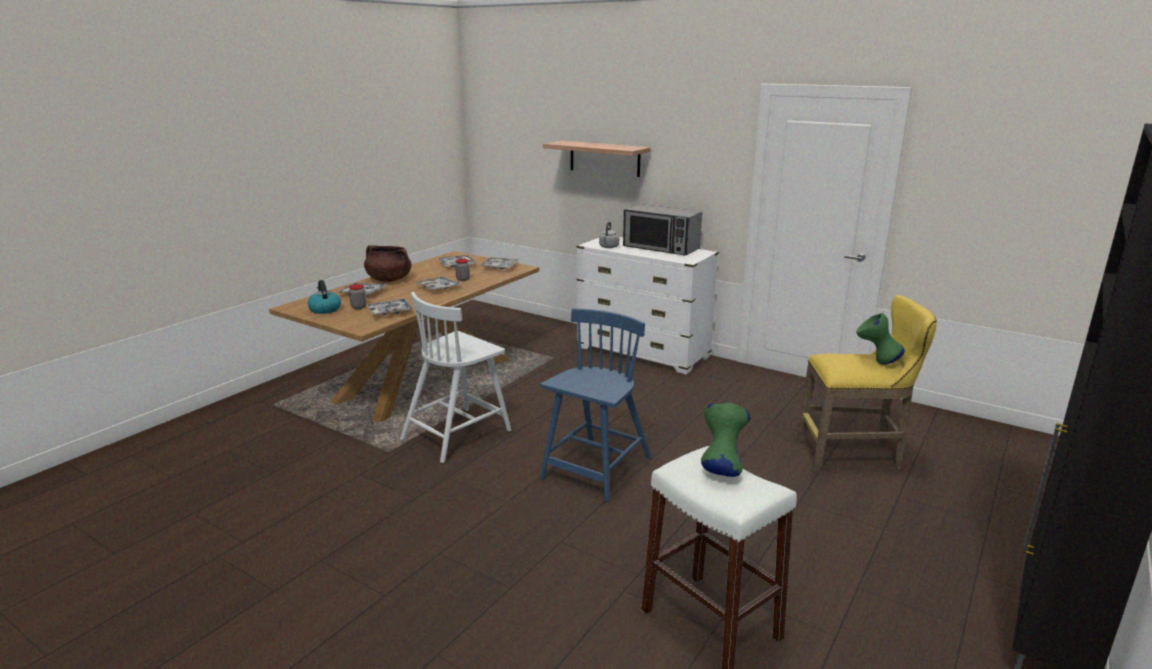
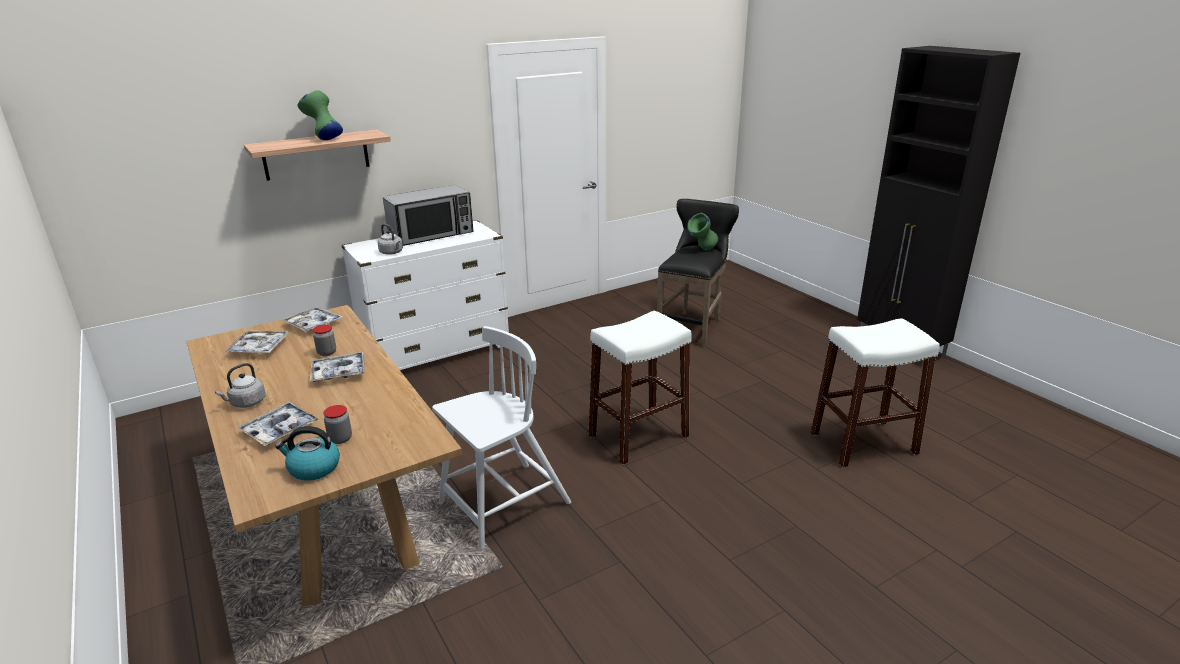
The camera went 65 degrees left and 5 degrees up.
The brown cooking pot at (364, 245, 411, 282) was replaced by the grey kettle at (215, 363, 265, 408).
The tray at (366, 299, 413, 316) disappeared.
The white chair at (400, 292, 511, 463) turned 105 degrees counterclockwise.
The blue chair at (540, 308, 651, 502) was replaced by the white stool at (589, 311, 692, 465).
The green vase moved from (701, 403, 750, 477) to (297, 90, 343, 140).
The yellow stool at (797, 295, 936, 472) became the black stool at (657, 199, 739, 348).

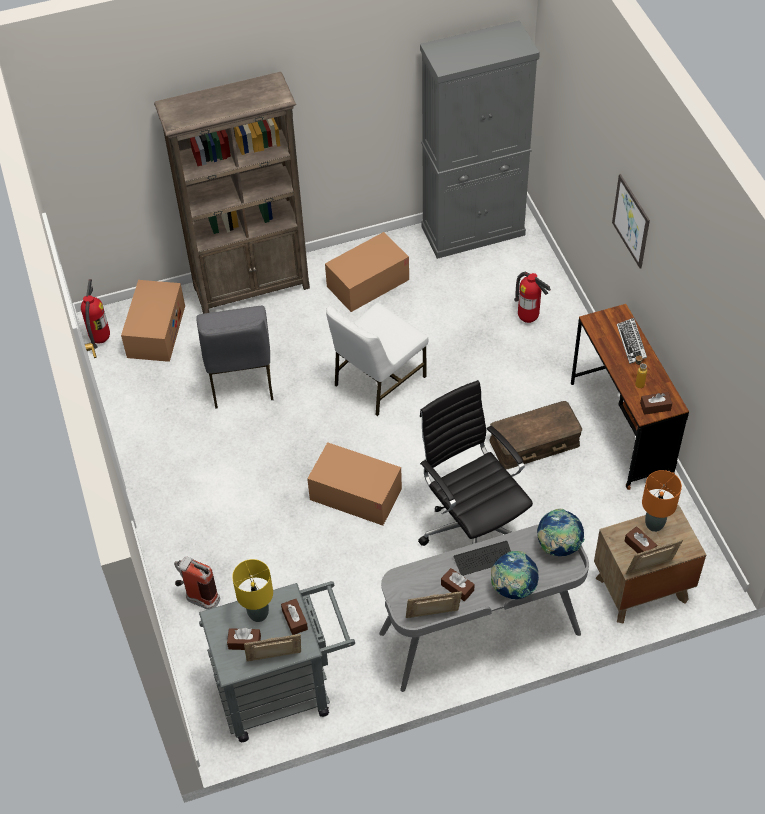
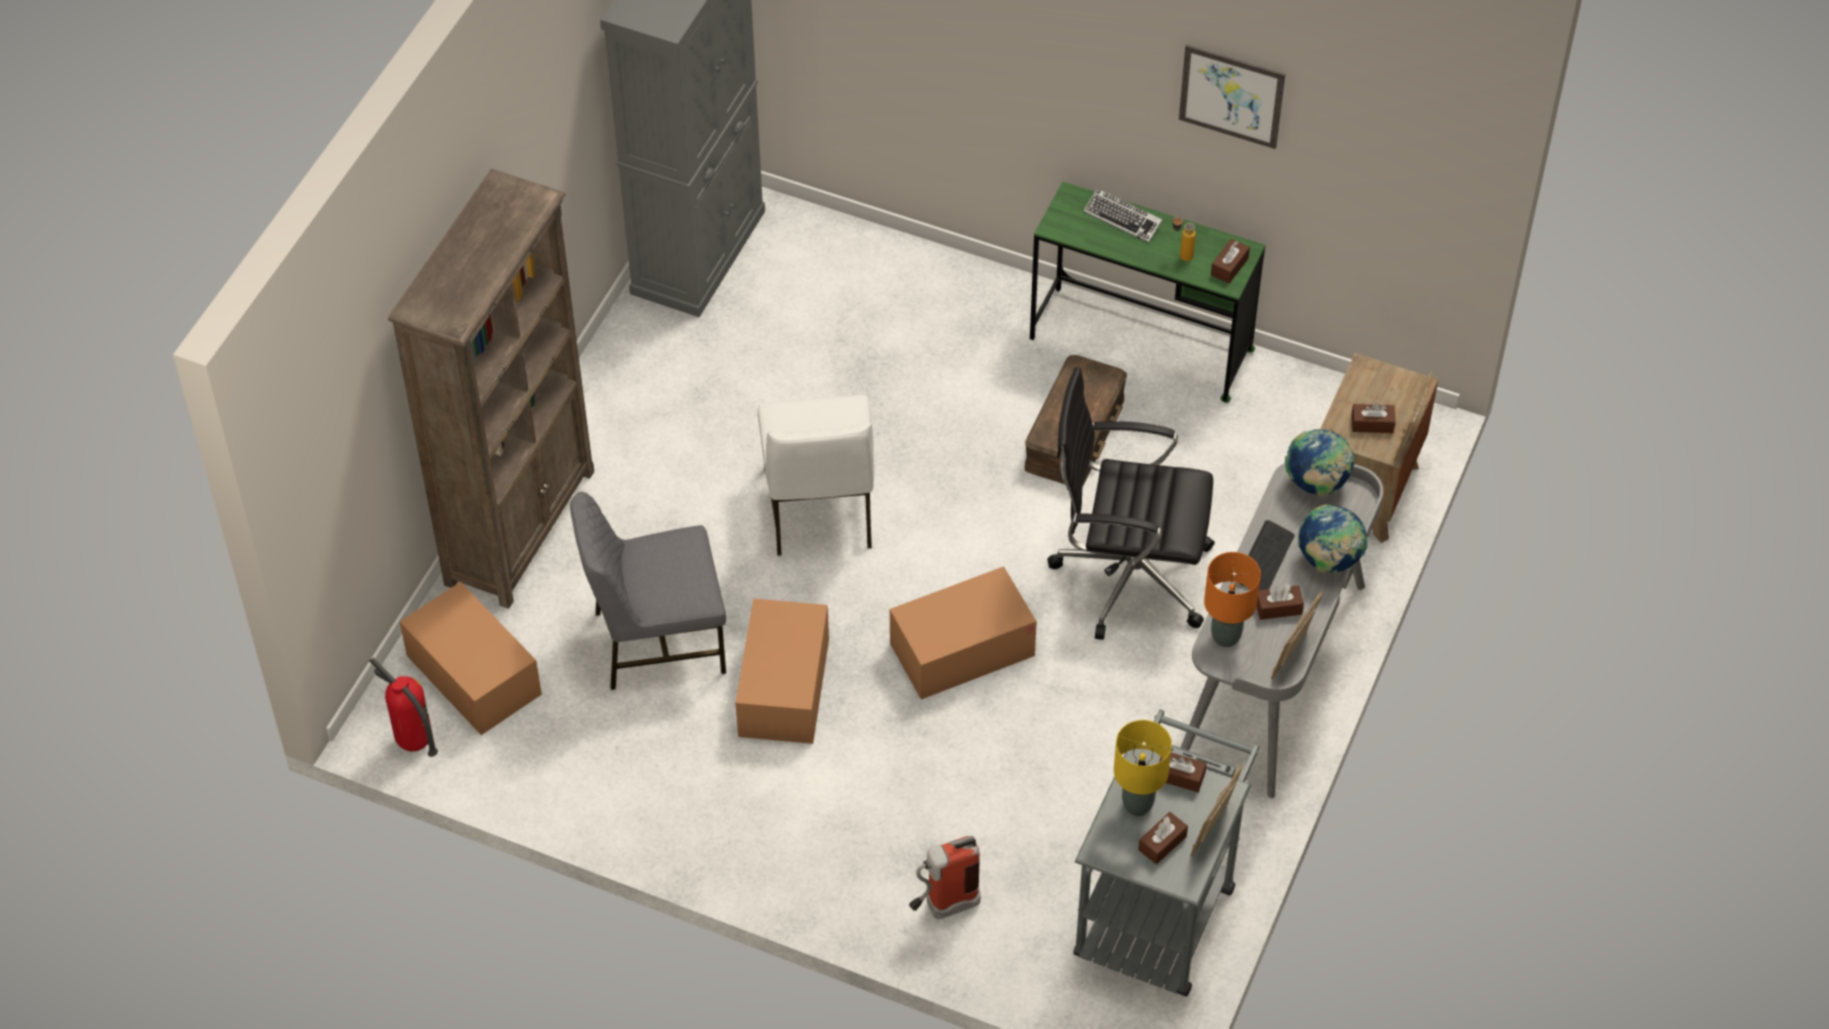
The camera went 50 degrees left and 0 degrees up.
The grey chair at (196, 306, 273, 409) turned 135 degrees clockwise.
The cardboard box moved from (325, 232, 409, 312) to (736, 598, 829, 744).
The fire extinguisher at (514, 272, 551, 323) disappeared.
The brown desk at (571, 304, 689, 490) became the green desk at (1030, 182, 1265, 403).
The picture moved from (612, 174, 650, 269) to (1179, 44, 1285, 149).
The orange table lamp moved from (642, 470, 682, 532) to (1204, 552, 1261, 647).

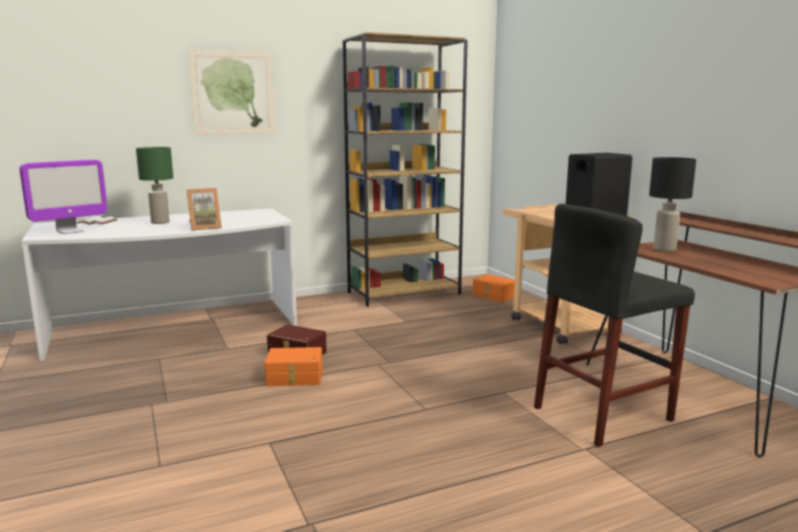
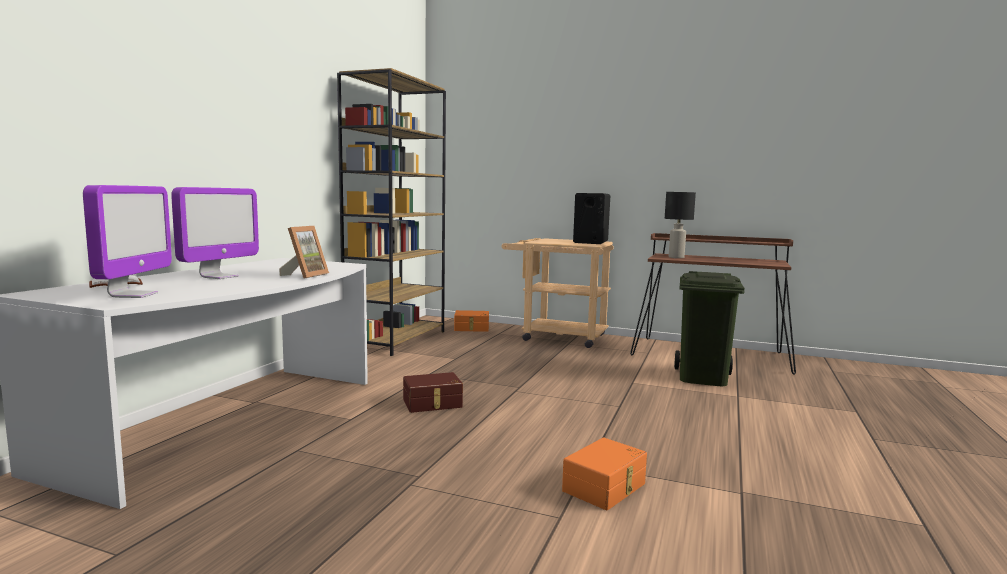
The camera went 45 degrees left and 5 degrees down.
The green table lamp at (136, 147, 173, 224) was replaced by the monitor at (171, 187, 259, 279).
The picture at (188, 49, 275, 135) disappeared.
The orange storage box moved from (264, 347, 322, 386) to (562, 437, 647, 510).
The black stool at (534, 204, 695, 447) was replaced by the green trash can at (674, 271, 745, 386).

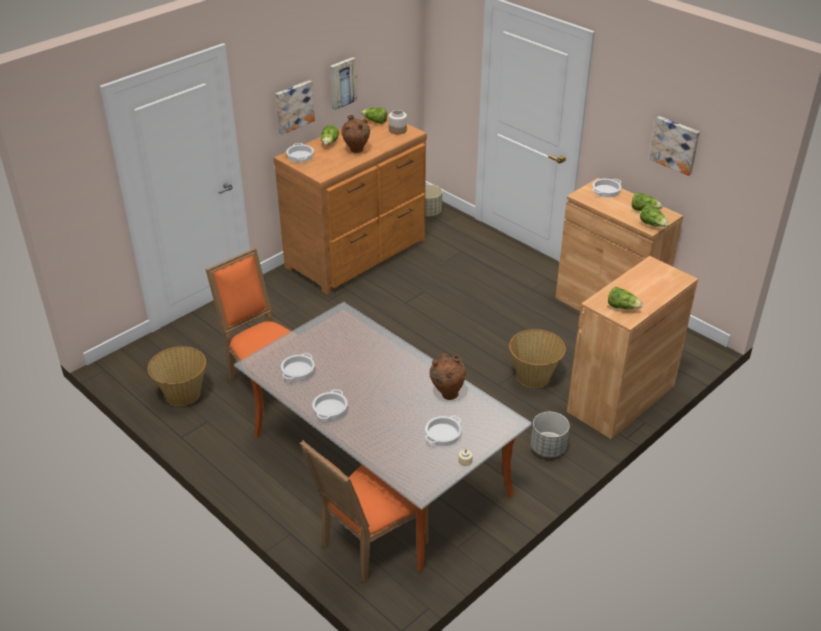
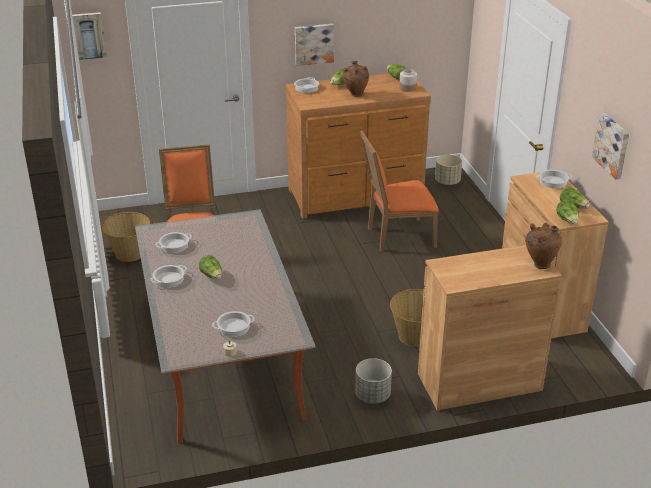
The camera went 30 degrees right and 5 degrees down.
The orange chair moved from (300, 440, 429, 583) to (360, 131, 439, 252).
The picture moved from (330, 57, 357, 110) to (72, 12, 107, 60).
The brown vase moved from (430, 353, 466, 400) to (525, 222, 562, 269).
The lettuce moved from (608, 287, 643, 309) to (199, 255, 222, 279).

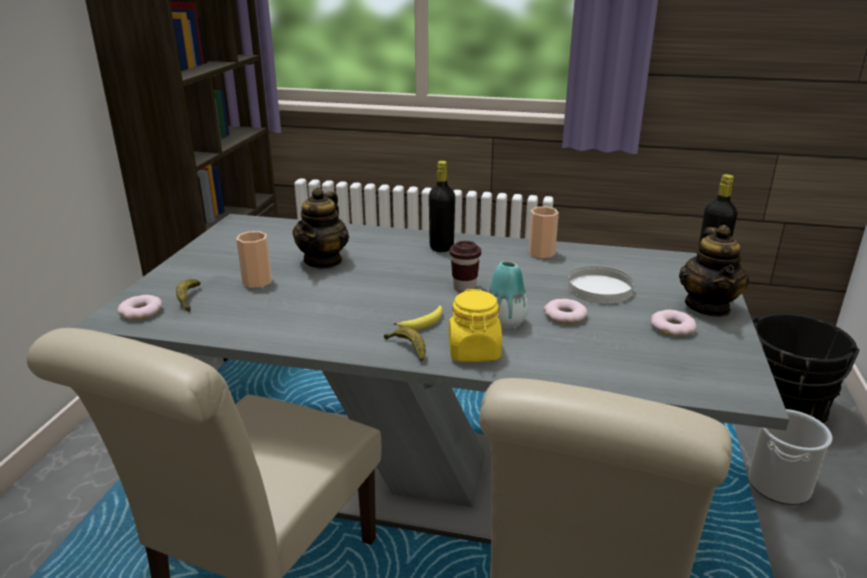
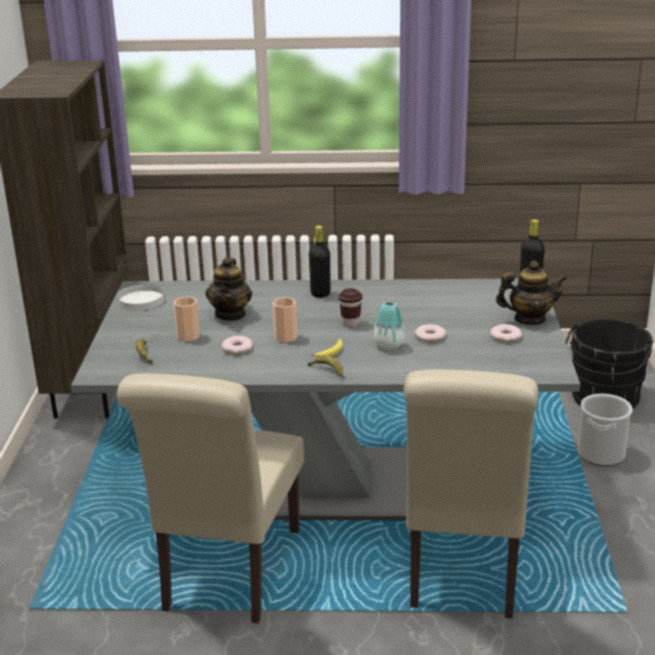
The camera went 10 degrees left and 0 degrees up.
The donut moved from (117, 295, 162, 320) to (221, 336, 253, 354).
The yellow jar at (449, 289, 502, 362) disappeared.
The cup moved from (528, 206, 559, 259) to (272, 297, 298, 343).
The white plate moved from (568, 266, 634, 304) to (117, 284, 164, 310).
The teapot at (679, 225, 749, 317) turned 90 degrees counterclockwise.

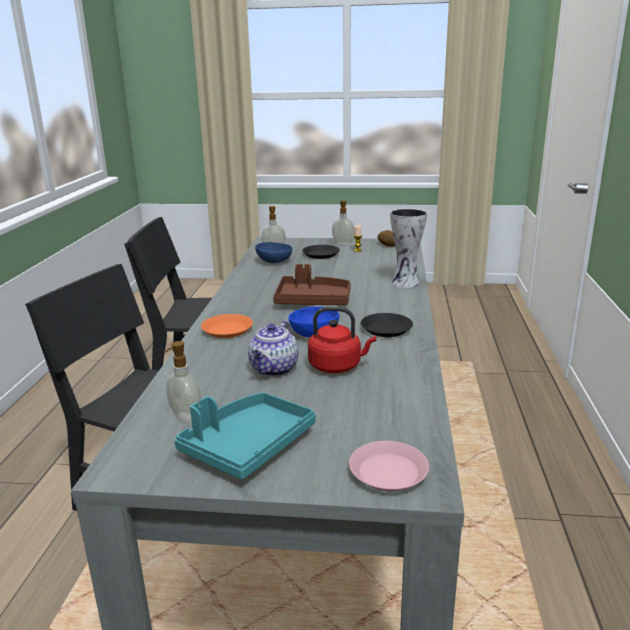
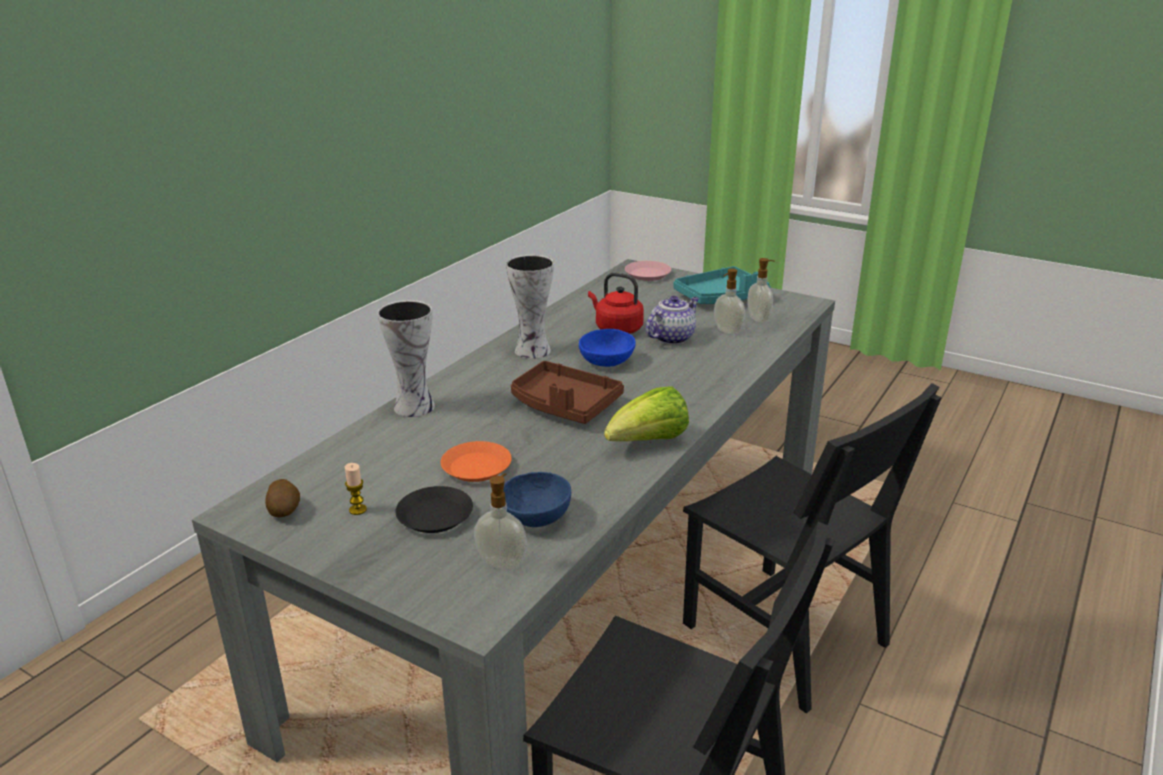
The camera went 155 degrees left and 5 degrees up.
The orange plate moved from (201, 314, 253, 338) to (441, 441, 512, 482).
The soap dispenser moved from (332, 200, 355, 245) to (714, 268, 745, 335).
The black plate at (361, 313, 413, 337) was replaced by the vase at (506, 255, 554, 359).
The lettuce at (604, 386, 689, 441) appeared.

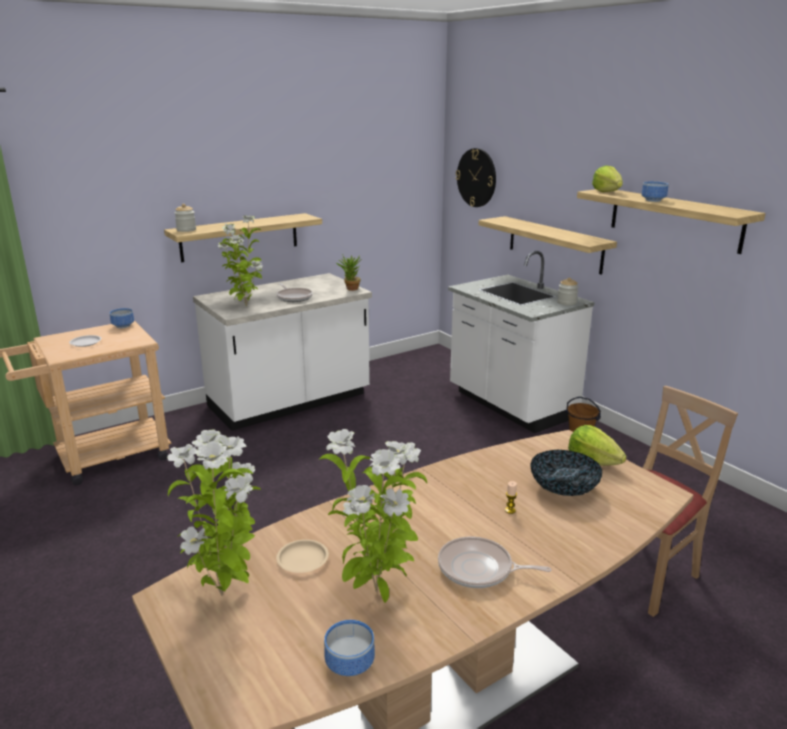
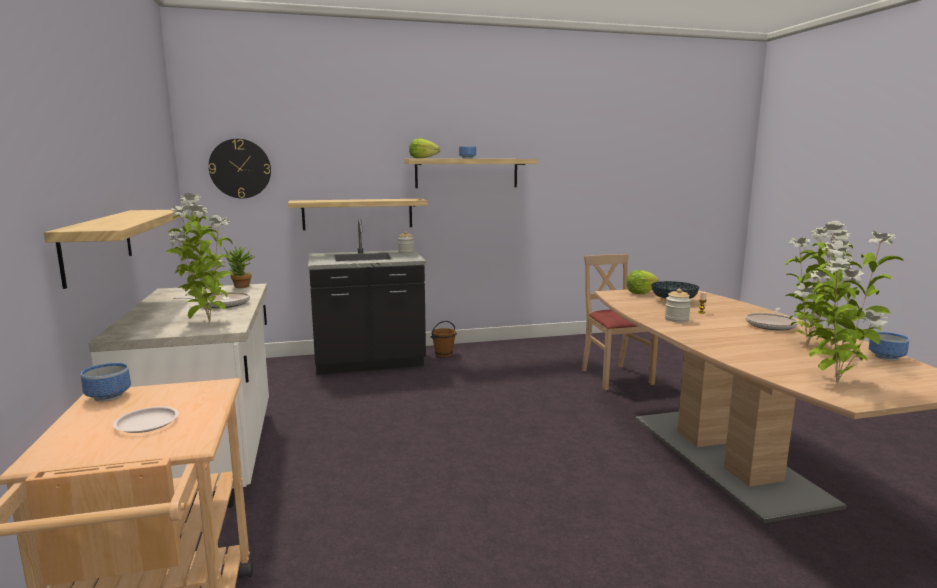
The camera went 70 degrees left and 10 degrees down.
The jar moved from (174, 204, 196, 232) to (665, 289, 691, 322).
The beige plate at (276, 539, 329, 573) disappeared.
The white counter at (448, 251, 594, 433) became the black counter at (308, 219, 426, 375).

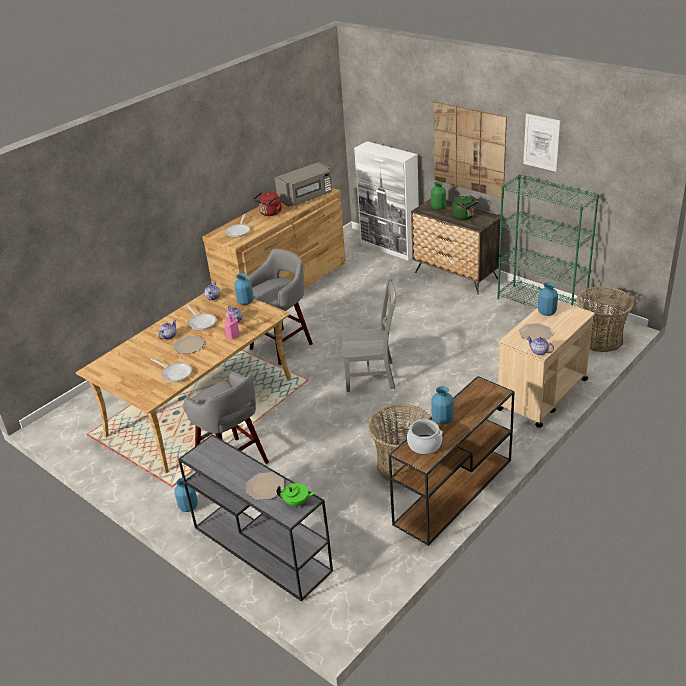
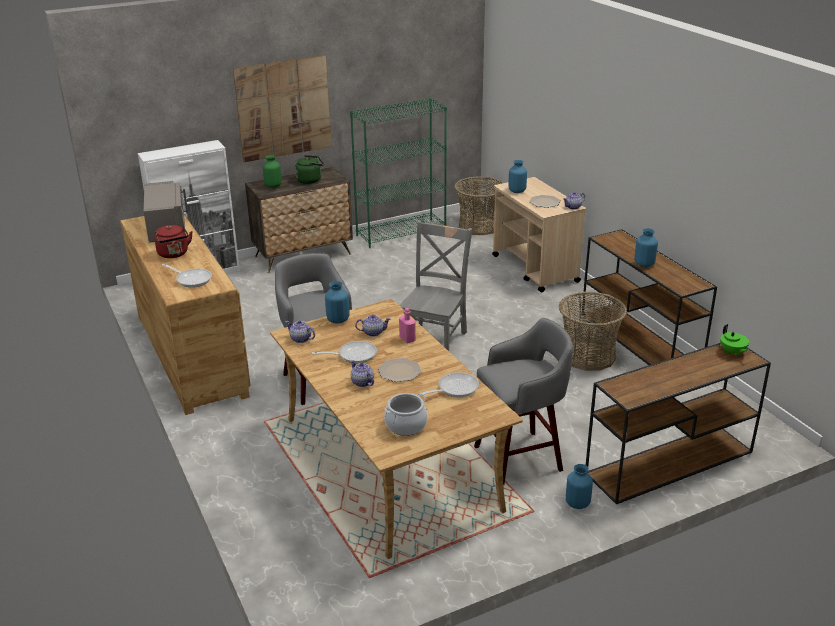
The camera went 70 degrees left and 5 degrees down.
The grey console table at (178, 434, 333, 601) became the brown console table at (586, 343, 771, 504).
The plate at (246, 472, 284, 500) disappeared.
The green teapot at (276, 483, 316, 508) turned 135 degrees clockwise.
The cooking pot moved from (406, 419, 443, 454) to (384, 393, 428, 436).
The picture at (523, 114, 561, 172) disappeared.

